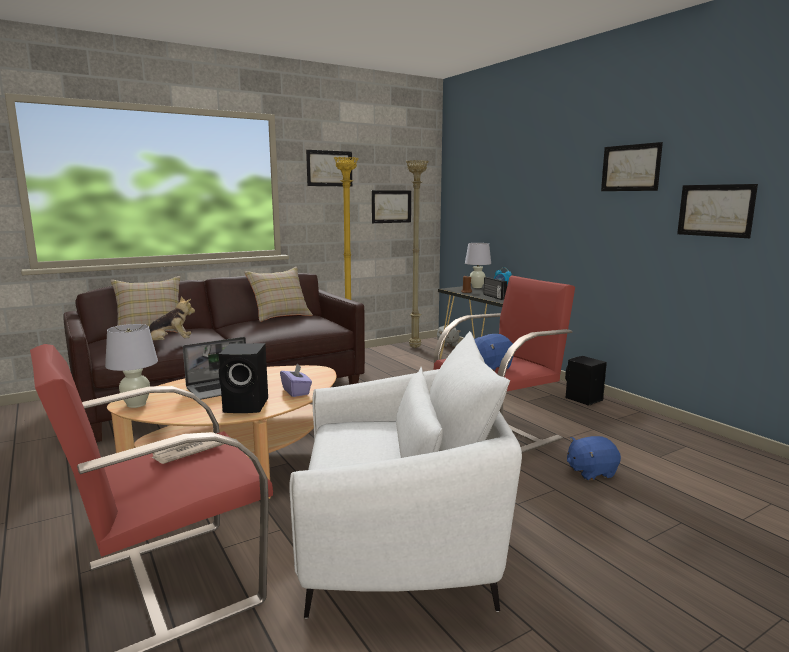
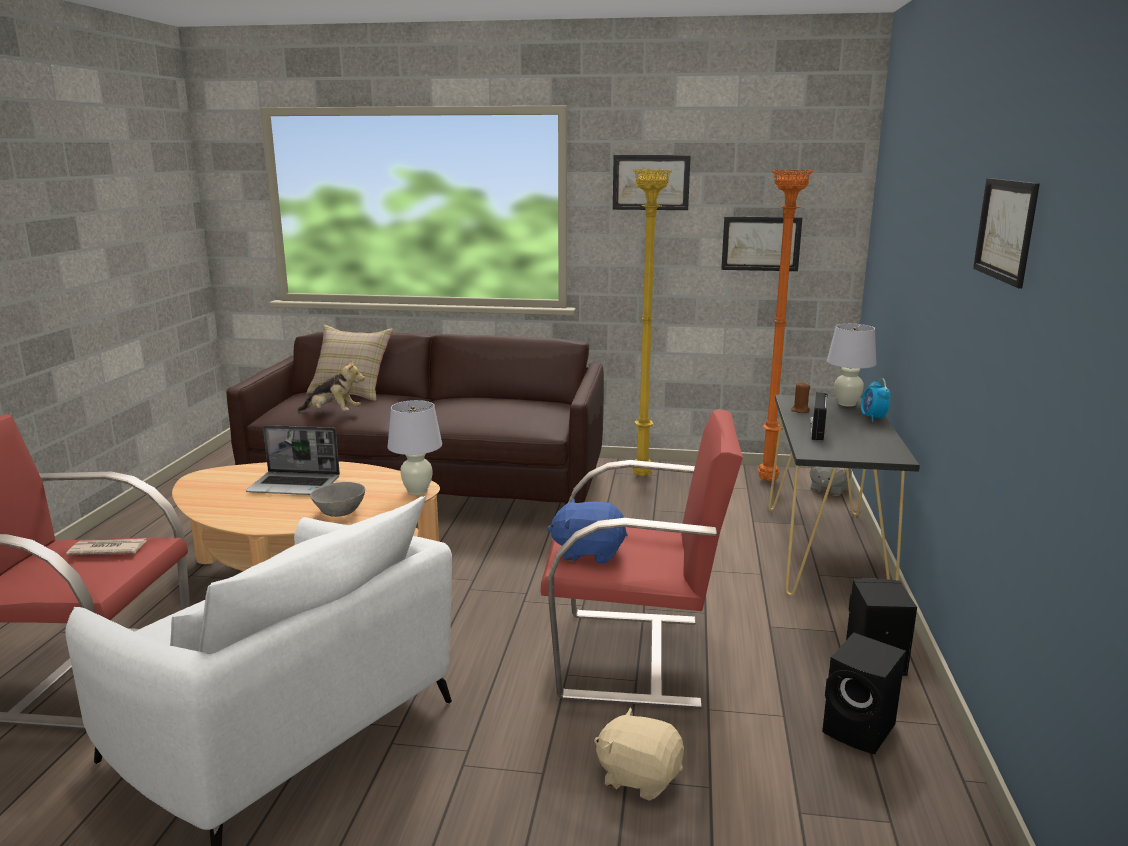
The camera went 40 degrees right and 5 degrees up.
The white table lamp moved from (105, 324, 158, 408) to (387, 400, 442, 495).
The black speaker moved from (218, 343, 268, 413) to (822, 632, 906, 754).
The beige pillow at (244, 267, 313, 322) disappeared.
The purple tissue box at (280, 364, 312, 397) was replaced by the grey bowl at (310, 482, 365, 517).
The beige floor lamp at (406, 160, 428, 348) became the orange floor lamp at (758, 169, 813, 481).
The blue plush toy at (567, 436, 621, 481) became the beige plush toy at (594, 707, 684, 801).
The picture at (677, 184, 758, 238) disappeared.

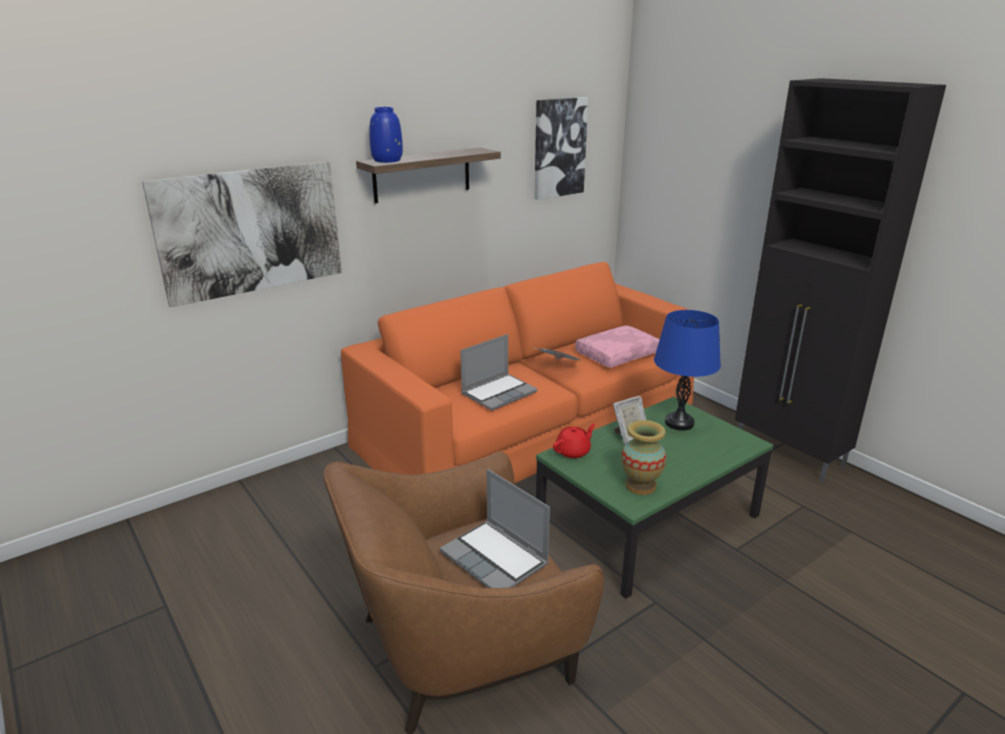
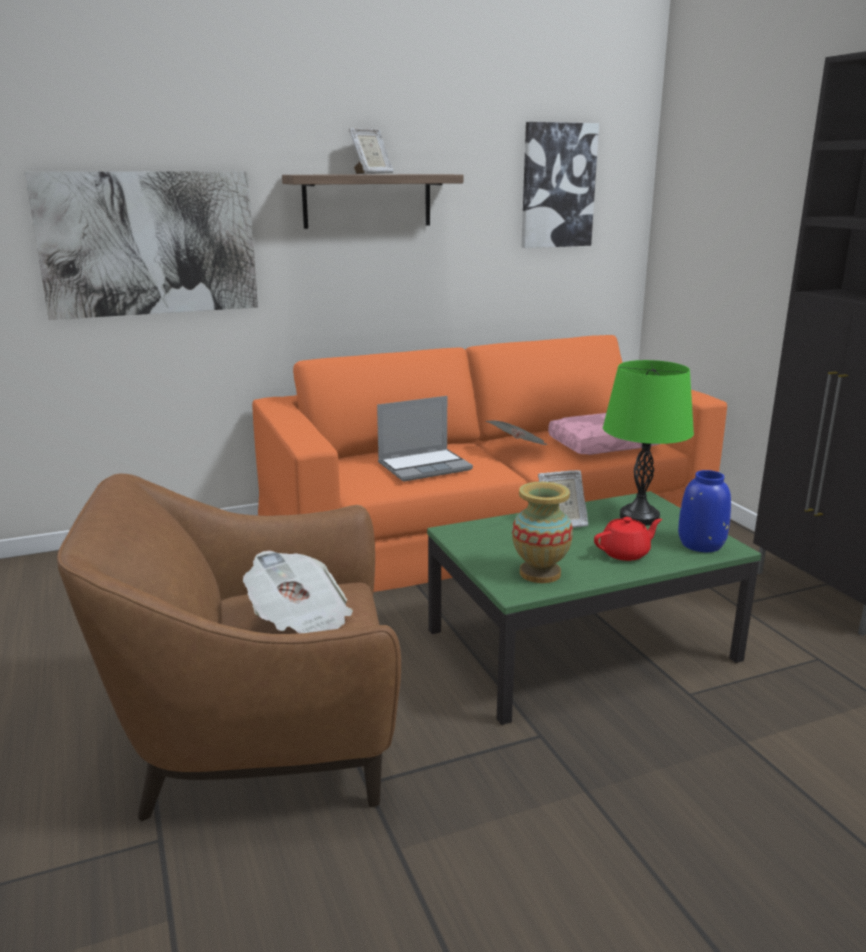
The camera went 15 degrees right and 5 degrees down.
The blue vase moved from (369, 107, 403, 163) to (678, 470, 731, 552).
The laptop at (440, 469, 550, 588) was replaced by the newspaper at (243, 550, 353, 633).
The red teapot moved from (553, 424, 596, 458) to (594, 517, 662, 561).
The blue table lamp at (654, 310, 721, 431) became the green table lamp at (603, 360, 694, 526).
The picture frame at (349, 128, 393, 174) appeared.

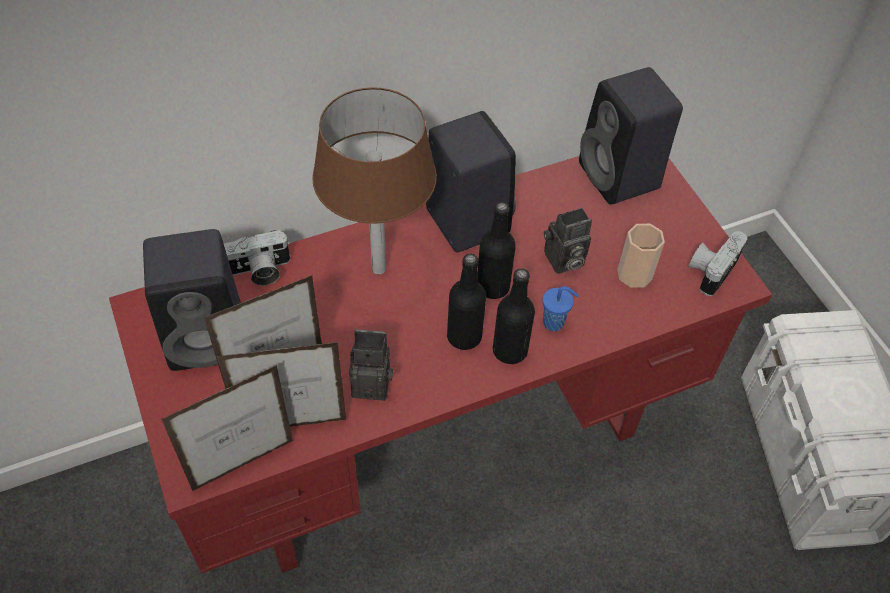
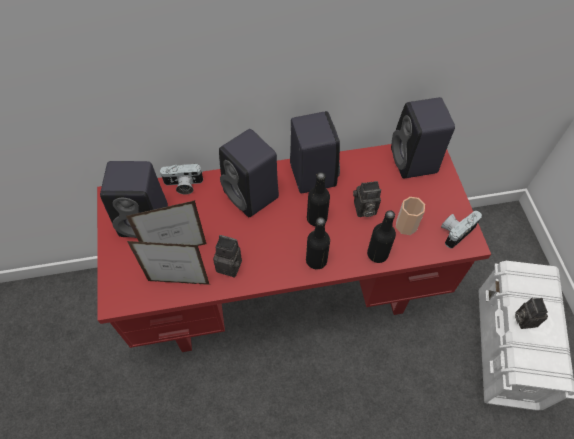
The camera went 15 degrees right and 5 degrees up.
The picture frame at (161, 365, 294, 491) disappeared.
The brown table lamp at (312, 87, 437, 275) was replaced by the black speaker at (219, 129, 279, 217).
The black bottle moved from (447, 254, 486, 350) to (367, 210, 396, 263).
The blue cup at (543, 286, 579, 331) disappeared.
The photo camera at (515, 298, 548, 329) appeared.

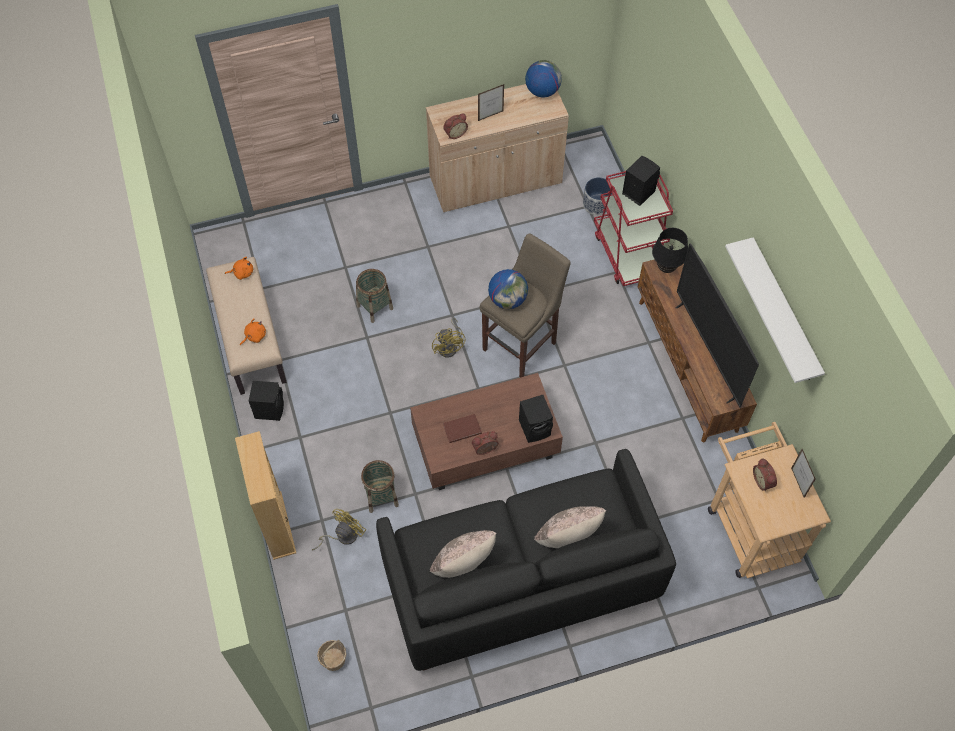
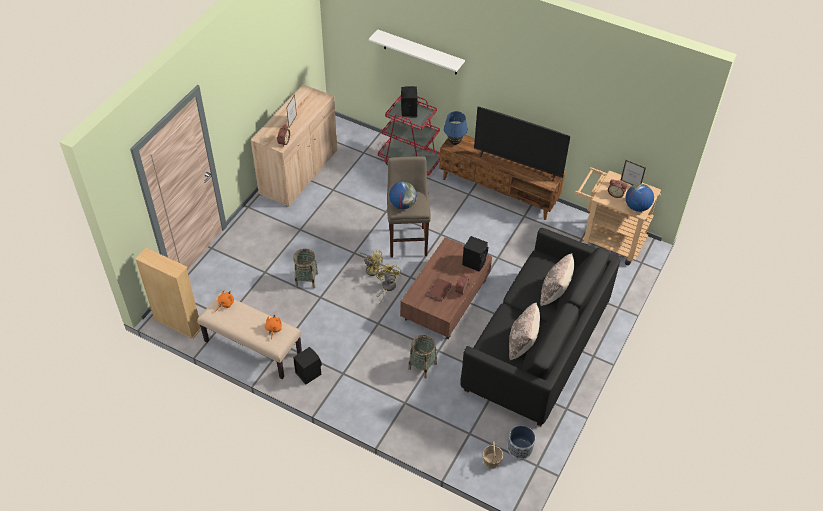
The camera went 45 degrees left and 10 degrees down.
The beige bookcase moved from (235, 431, 296, 560) to (135, 248, 201, 339).
The yellow fan moved from (312, 509, 366, 550) to (376, 263, 401, 305).
The globe moved from (525, 60, 562, 98) to (626, 184, 654, 212).
The planter moved from (583, 177, 612, 215) to (508, 426, 535, 459).
The black table lamp at (652, 228, 688, 273) became the blue table lamp at (444, 111, 468, 145).
The white shelf moved from (725, 237, 825, 383) to (368, 29, 465, 75).

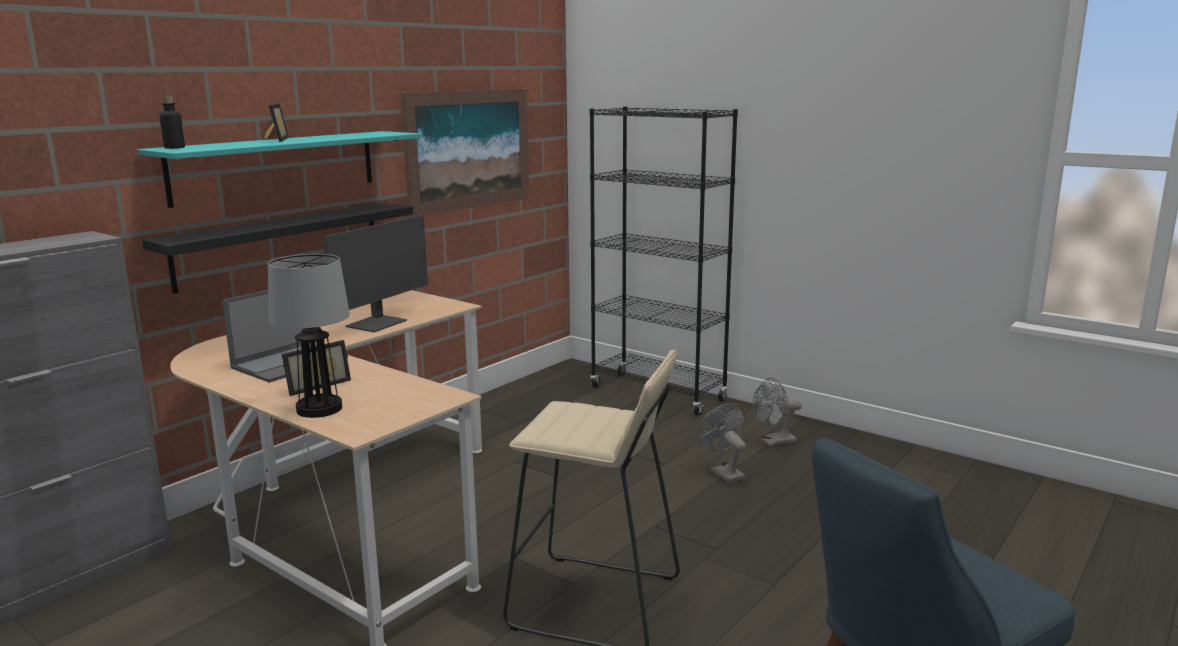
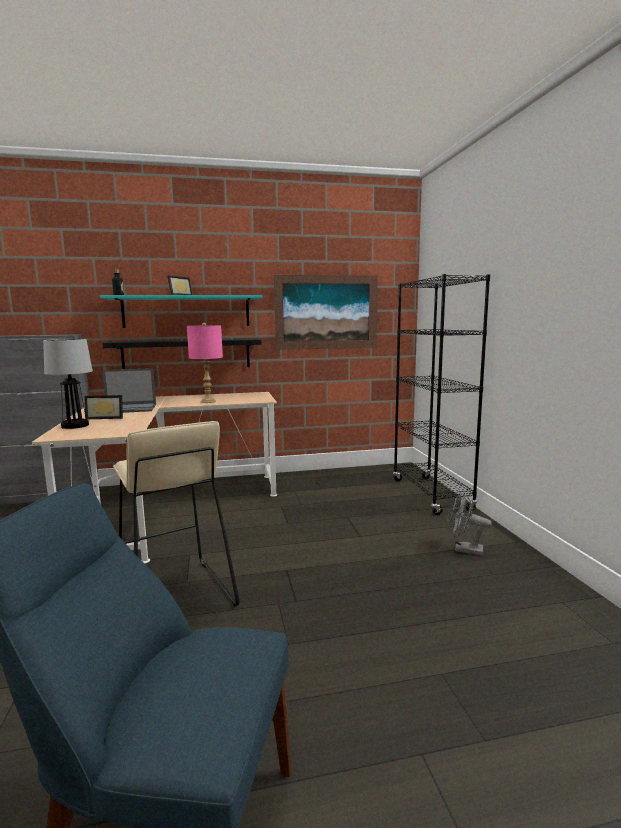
The camera went 40 degrees right and 5 degrees down.
The monitor at (323, 215, 428, 332) was replaced by the pink table lamp at (187, 323, 223, 403).
The grey fan at (697, 403, 746, 483) disappeared.

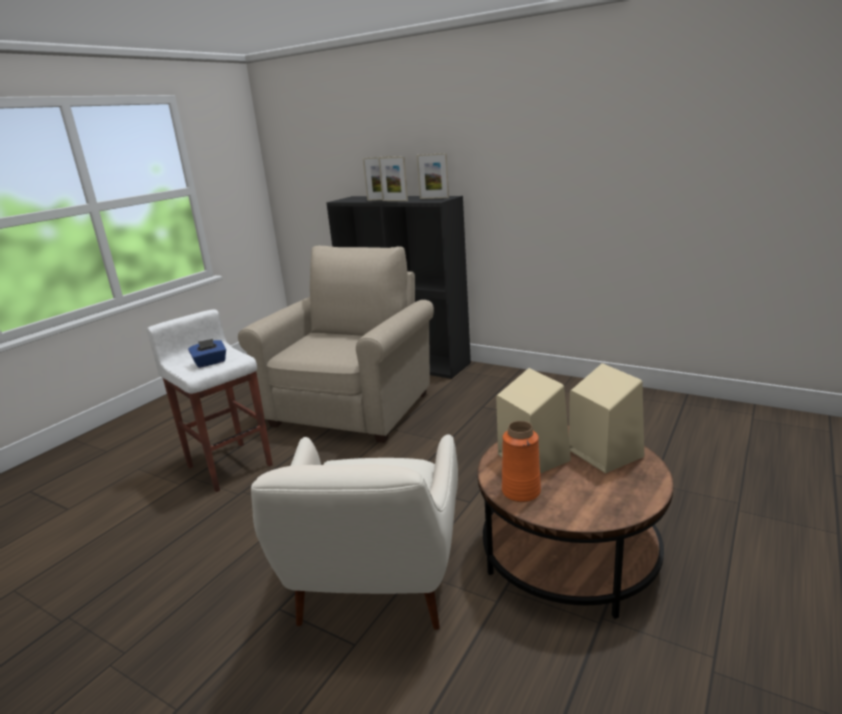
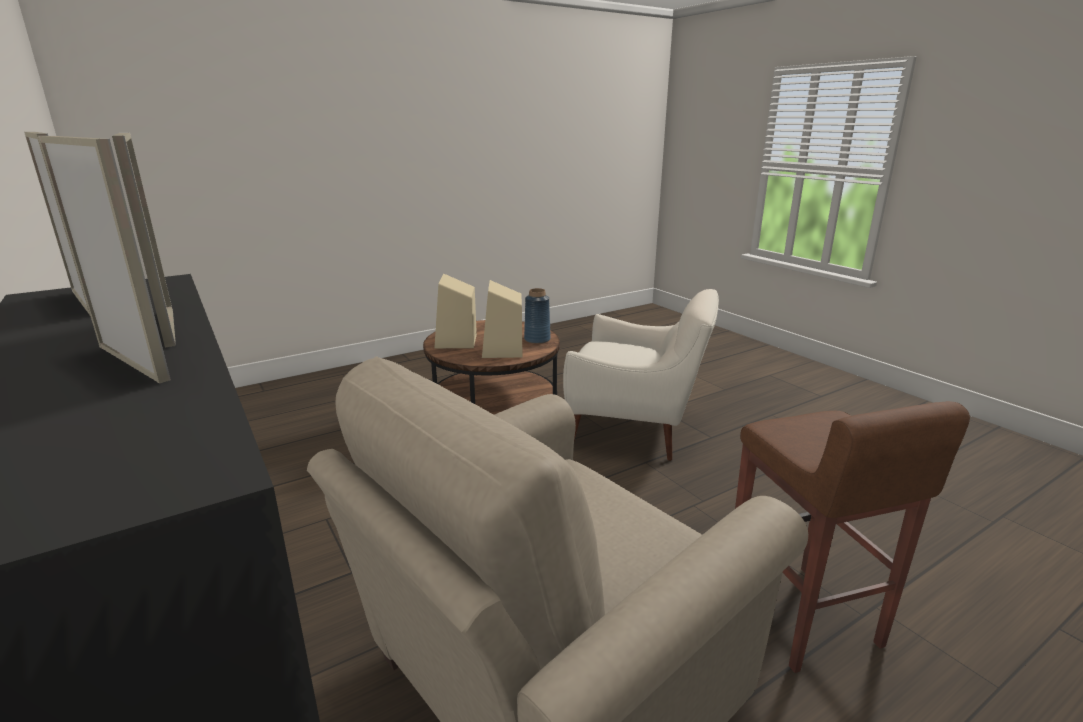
The camera went 155 degrees left and 0 degrees up.
The white stool at (146, 310, 273, 492) became the brown stool at (735, 401, 970, 673).
The blue tissue box at (188, 339, 226, 368) disappeared.
The white armchair at (251, 434, 458, 630) turned 75 degrees clockwise.
The orange vase at (502, 421, 541, 502) became the blue vase at (524, 288, 551, 344).

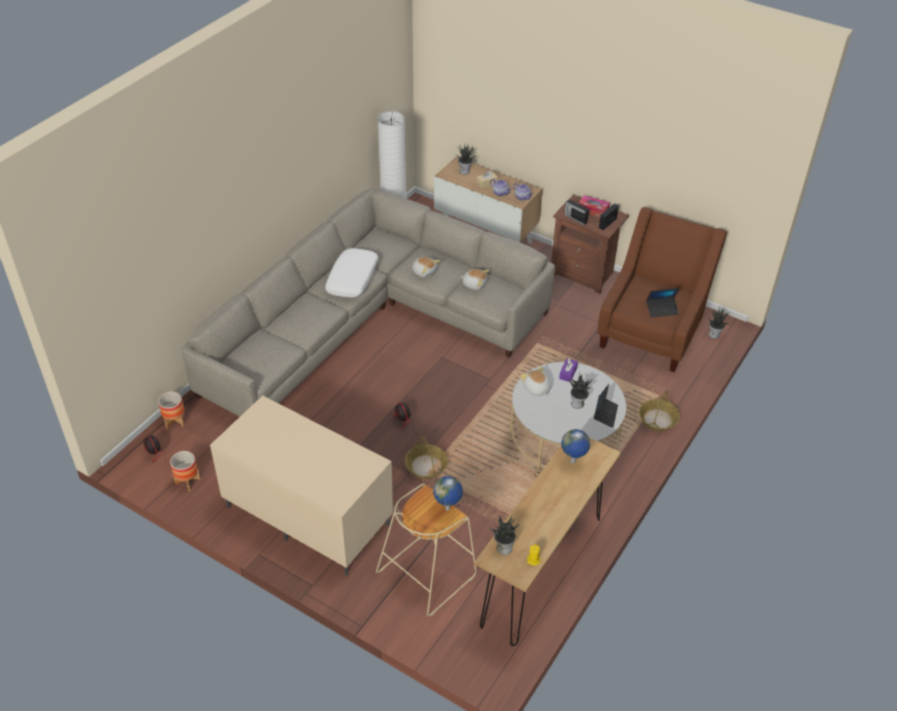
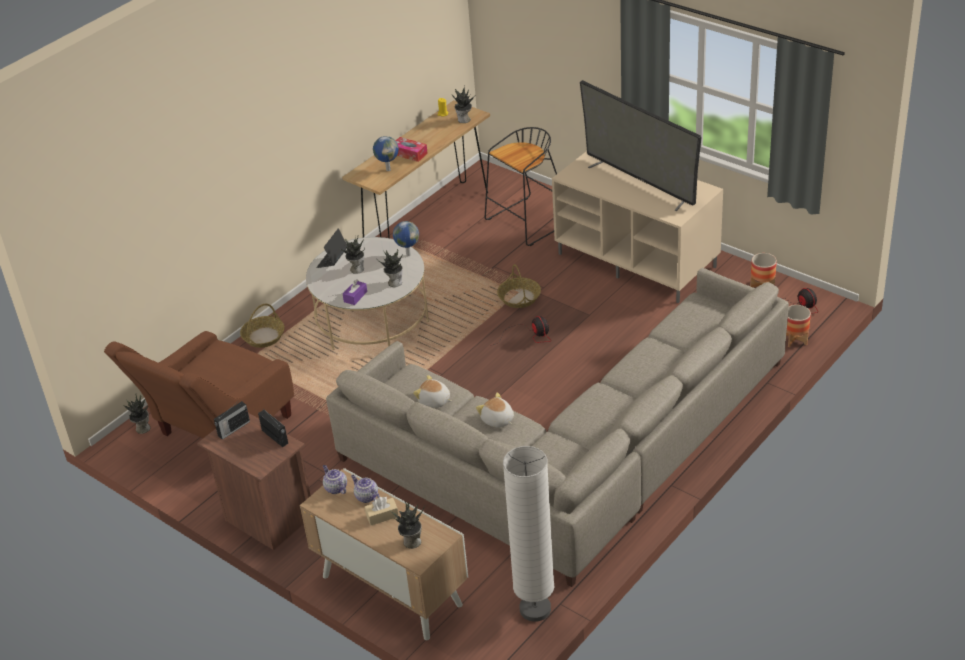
The camera went 170 degrees left and 5 degrees down.
The white pillow at (325, 248, 378, 298) disappeared.
The beige stool at (376, 483, 477, 616) became the black stool at (484, 127, 557, 246).
The globe moved from (433, 476, 463, 511) to (393, 221, 419, 256).
The plush toy at (521, 366, 551, 396) was replaced by the potted plant at (376, 249, 403, 287).
The tissue box moved from (579, 195, 610, 217) to (396, 137, 428, 162).
The laptop at (646, 288, 679, 318) disappeared.
The television at (580, 80, 702, 211) appeared.

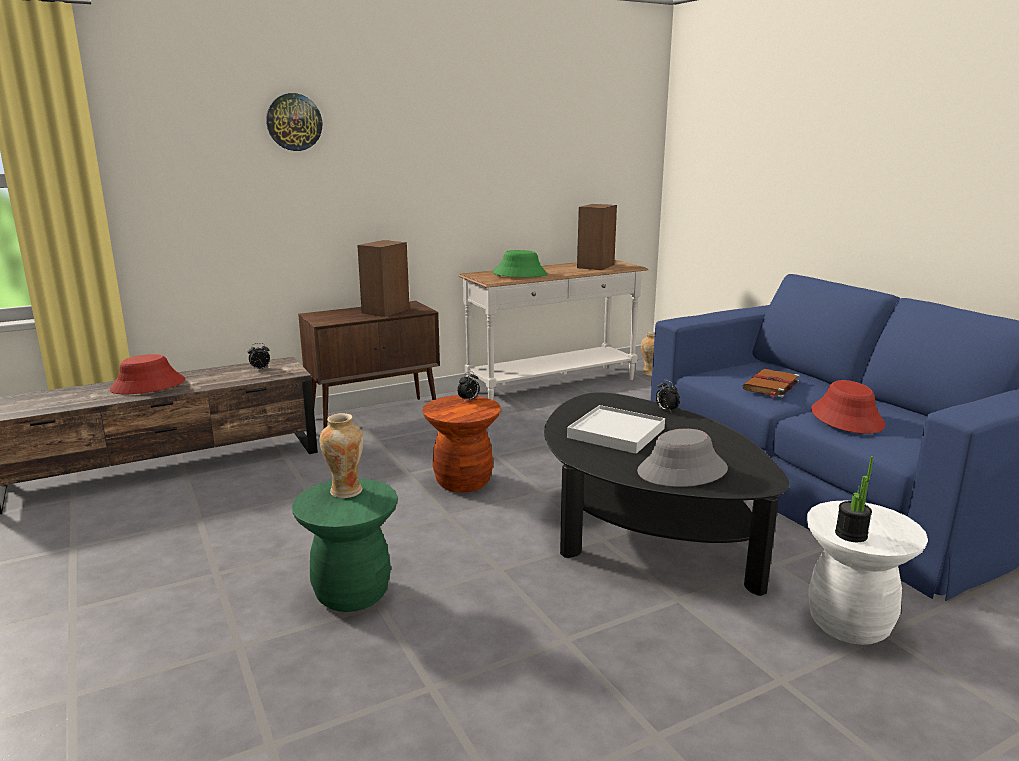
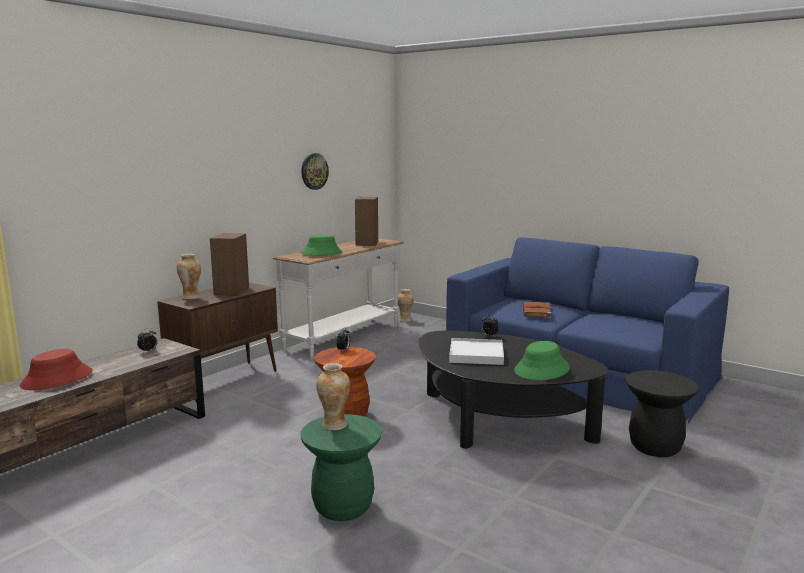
The camera went 25 degrees left and 5 degrees down.
The wall clock moved from (266, 93, 322, 151) to (301, 153, 329, 190).
The grey hat at (637, 429, 728, 487) became the green hat at (514, 341, 570, 380).
The white stool at (807, 500, 928, 645) became the black stool at (626, 370, 699, 457).
The red hat at (811, 380, 885, 434) disappeared.
The potted plant at (835, 456, 873, 542) disappeared.
The vase at (177, 254, 201, 299) appeared.

